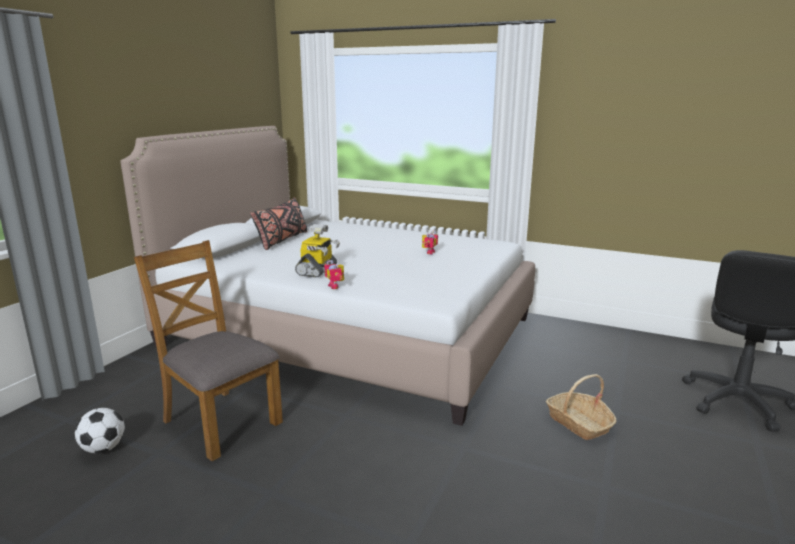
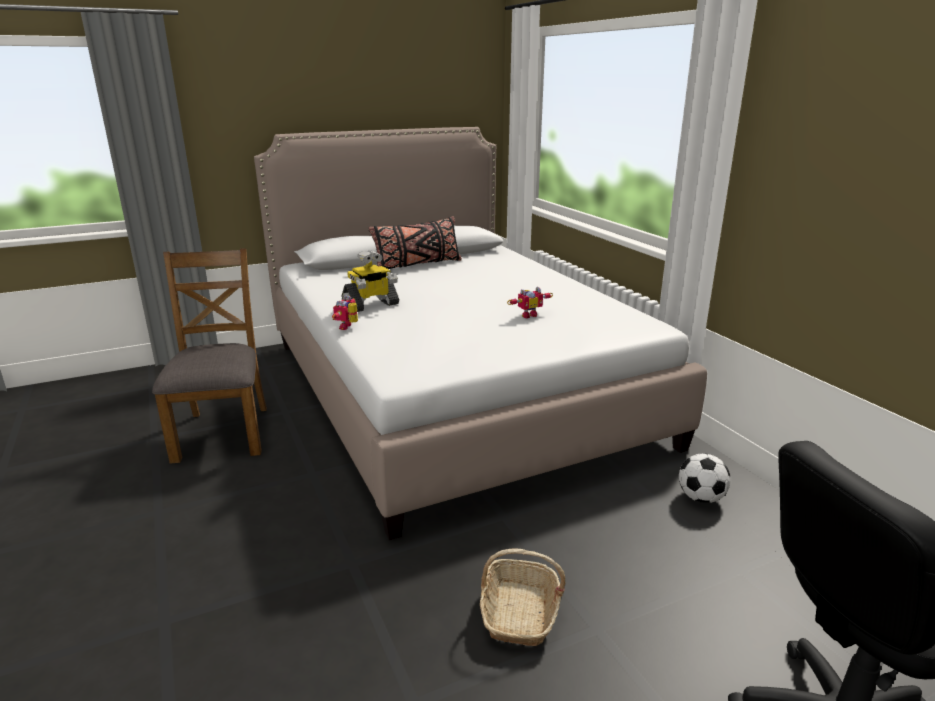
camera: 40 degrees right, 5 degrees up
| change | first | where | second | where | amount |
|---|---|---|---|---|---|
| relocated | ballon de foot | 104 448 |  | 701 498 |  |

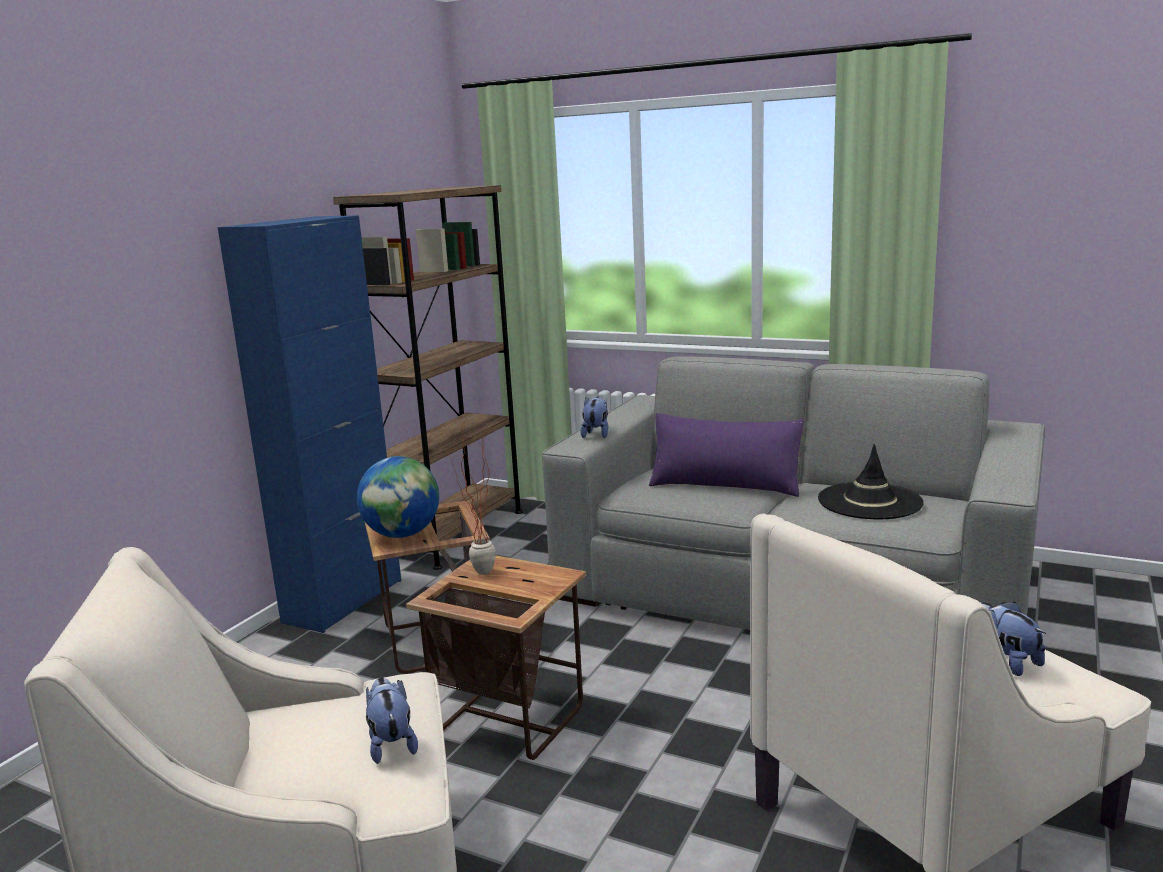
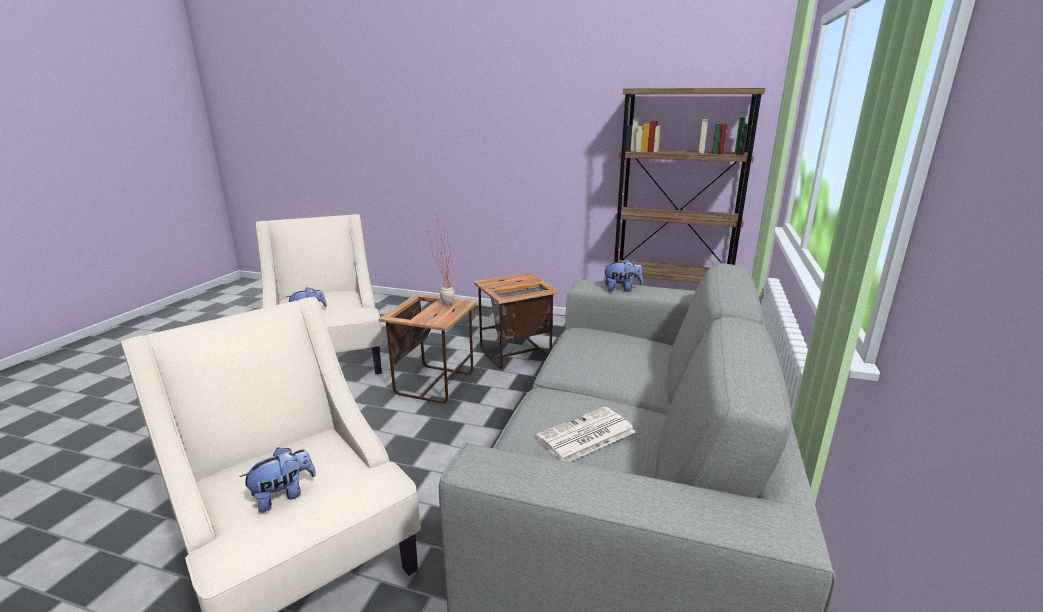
camera: 80 degrees right, 5 degrees up
| change | first | where | second | where | amount |
|---|---|---|---|---|---|
| exchanged | chapeau [noir] | 869 501 | journal | 585 435 |  |
| missing | meuble de rangement [bleu] | 343 601 |  |  |  |
| missing | globe | 402 534 |  |  |  |
| missing | coussin [violet] | 725 485 |  |  |  |

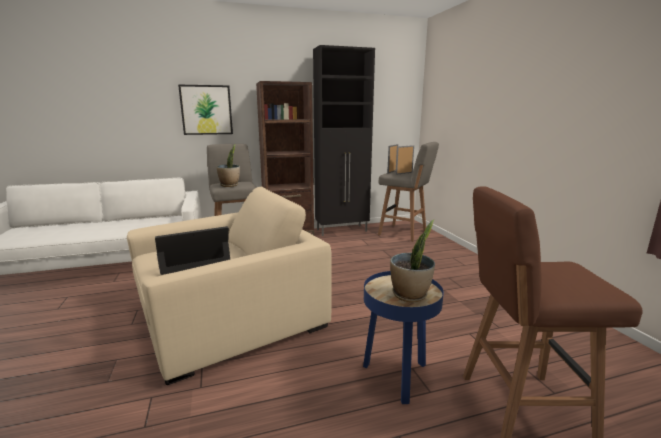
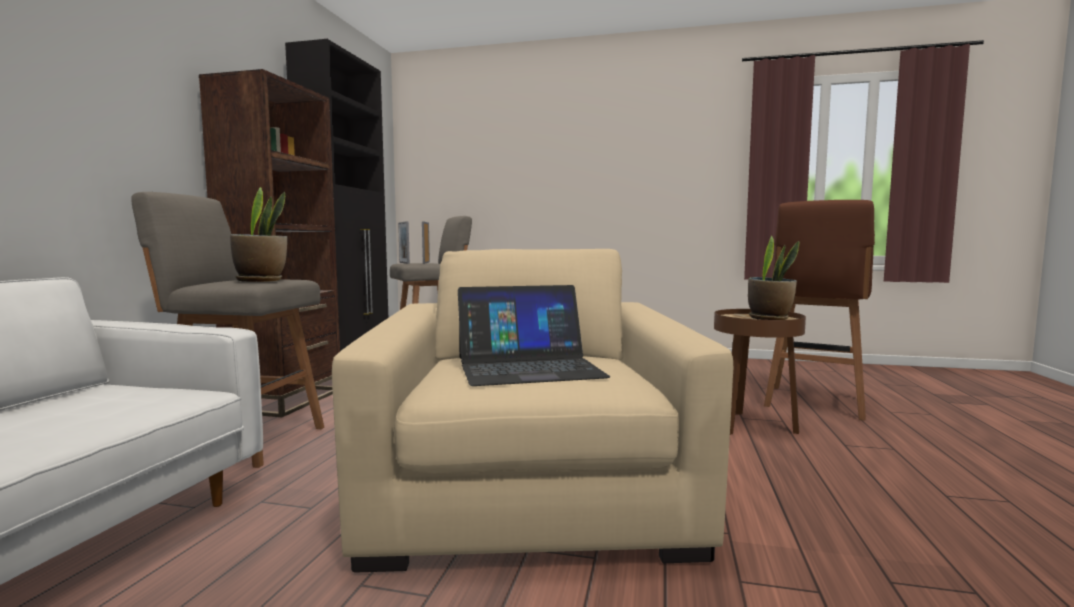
camera: 60 degrees left, 10 degrees down
| change | first | where | second | where | amount |
|---|---|---|---|---|---|
| spun | ordinateur portable | 193 258 |  | 528 367 | 105 degrees counterclockwise |
| colour | table d'appoint [bleu] | 397 376 | table d'appoint [marron] | 753 426 |  |
| missing | tableau | 206 110 |  |  |  |

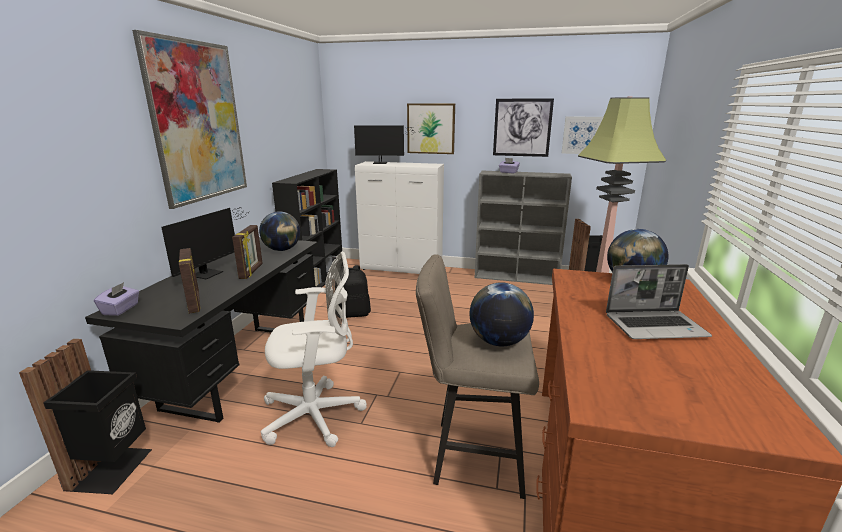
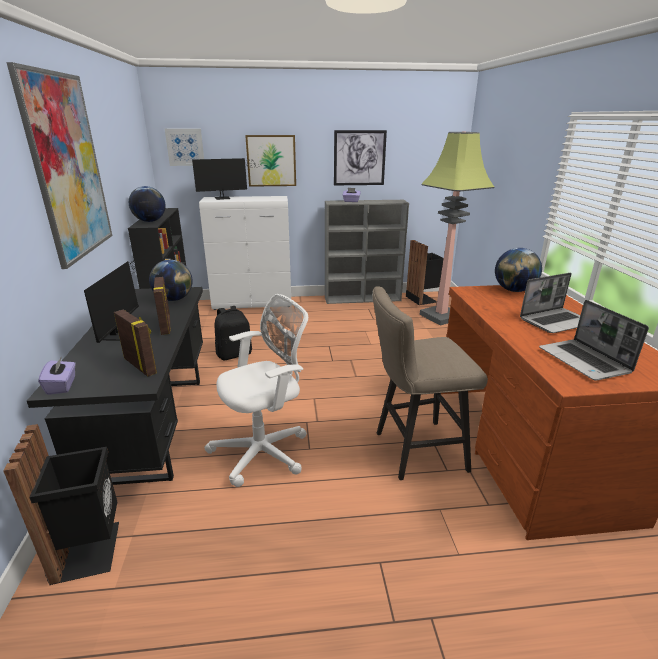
camera: 20 degrees left, 5 degrees up
| change | first | where | second | where | amount |
|---|---|---|---|---|---|
| relocated | globe | 499 342 |  | 150 221 |  |
| relocated | tableau | 582 135 |  | 185 147 |  |
| appeared |  |  | ordinateur portable | 585 361 |  |

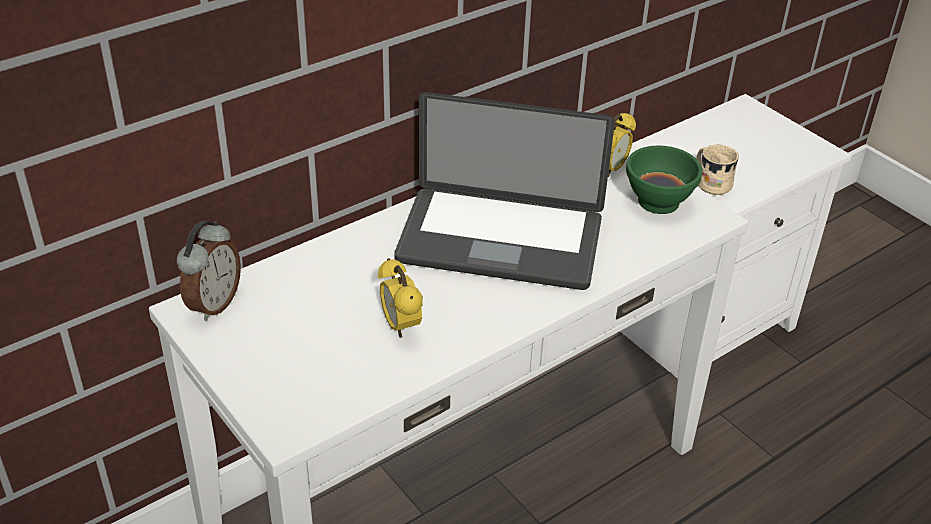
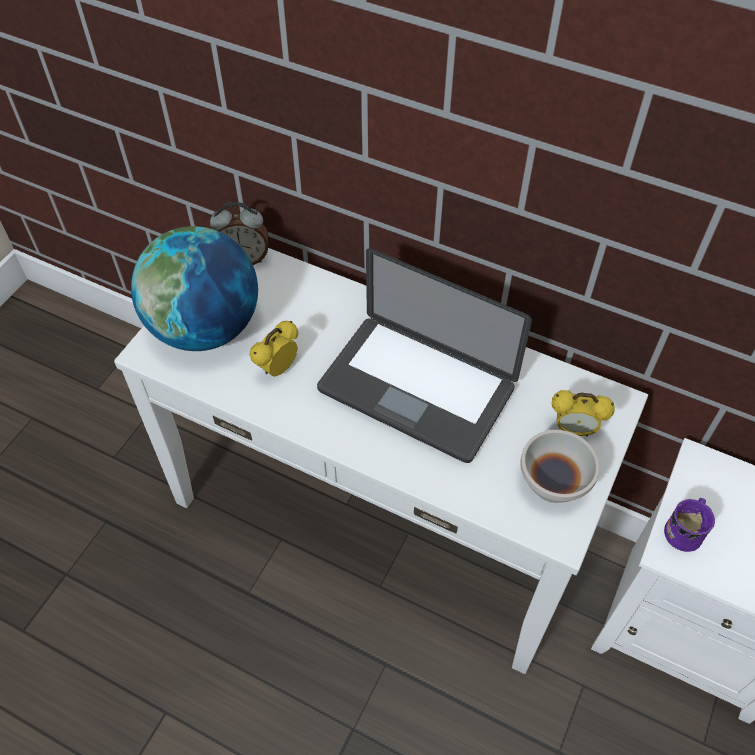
camera: 65 degrees right, 15 degrees up
| change | first | where | second | where | amount |
|---|---|---|---|---|---|
| appeared |  |  | globe | 205 328 |  |
| spun | ordinateur portable | 500 241 |  | 416 389 | 45 degrees counterclockwise |
| colour | bol [vert] | 658 201 | bol [blanc] | 554 484 |  |
| colour | mug [beige] | 710 183 | mug [violet] | 685 530 |  |

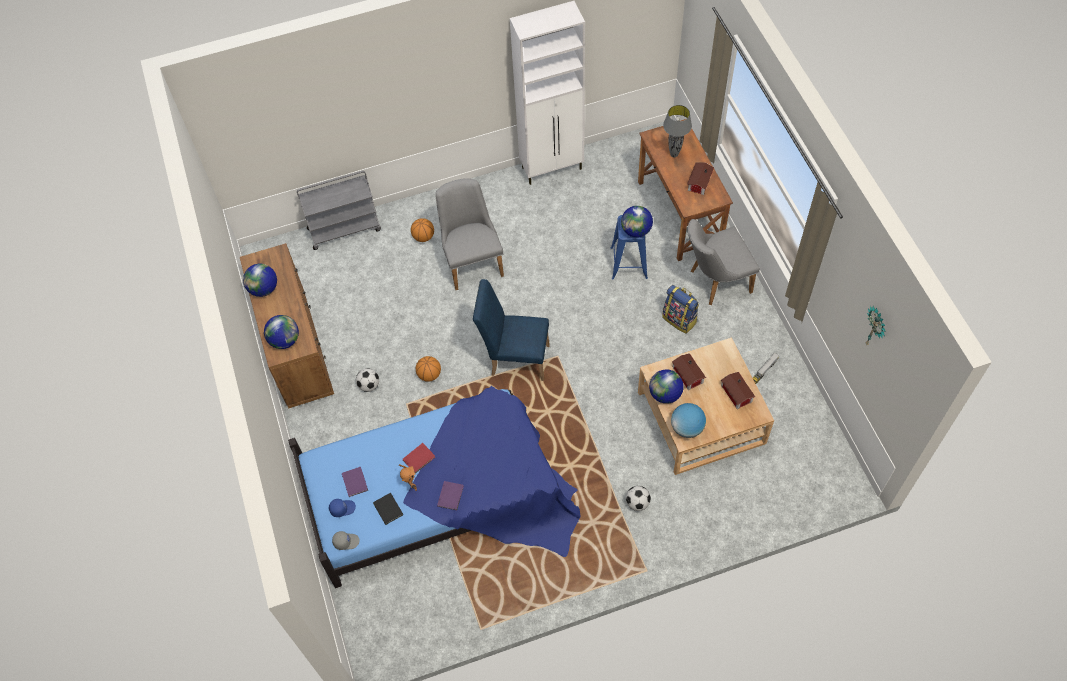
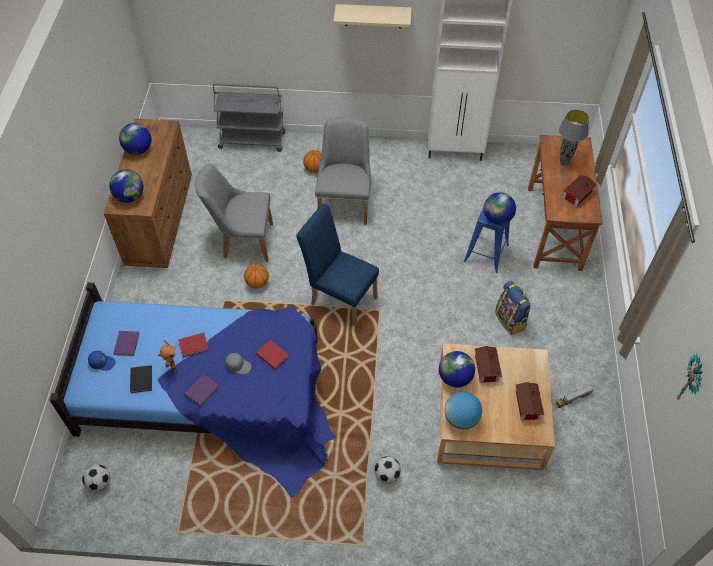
camera: 20 degrees right, 5 degrees down
| change | first | where | second | where | amount |
|---|---|---|---|---|---|
| relocated | ballon de foot | 369 385 |  | 99 483 |  |
| relocated | chaise [gris] | 714 282 |  | 242 241 |  |
| relocated | casquette [gris] | 346 541 |  | 238 365 |  |
| appeared |  |  | livre [rouge] | 272 354 |  |
| appeared |  |  | étagère [beige] | 373 16 |  |

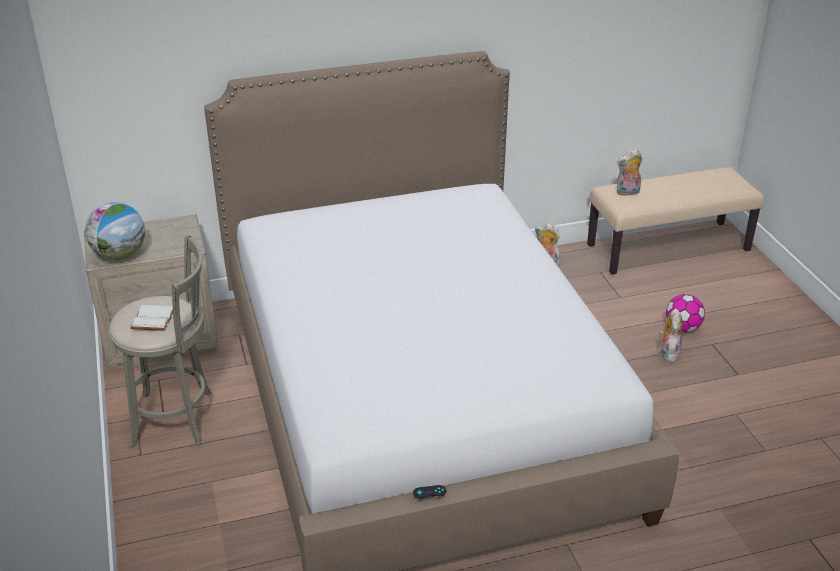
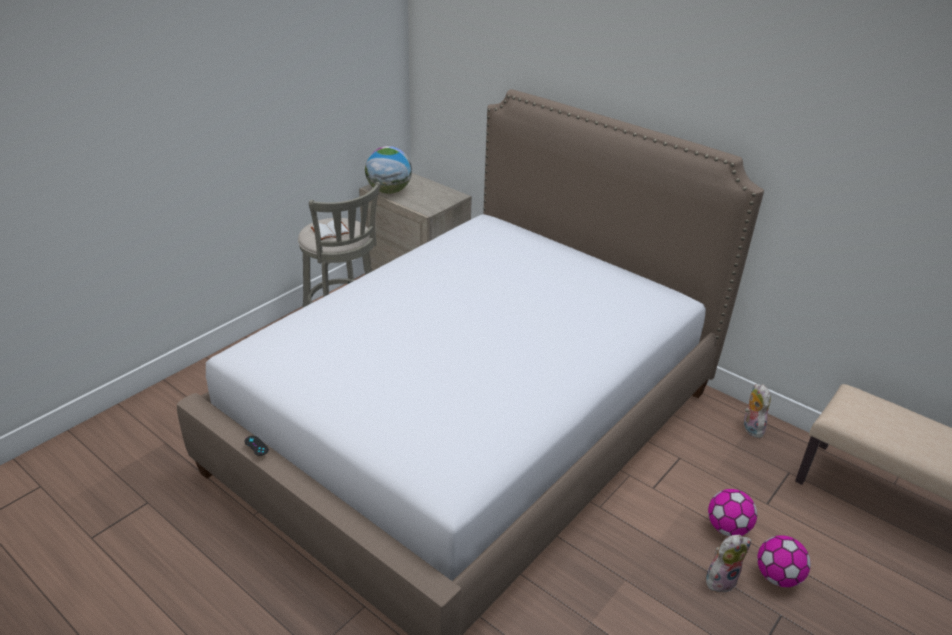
camera: 55 degrees right, 0 degrees up
| change | first | where | second | where | amount |
|---|---|---|---|---|---|
| appeared |  |  | ballon de foot | 727 528 |  |
| missing | peluche | 627 193 |  |  |  |

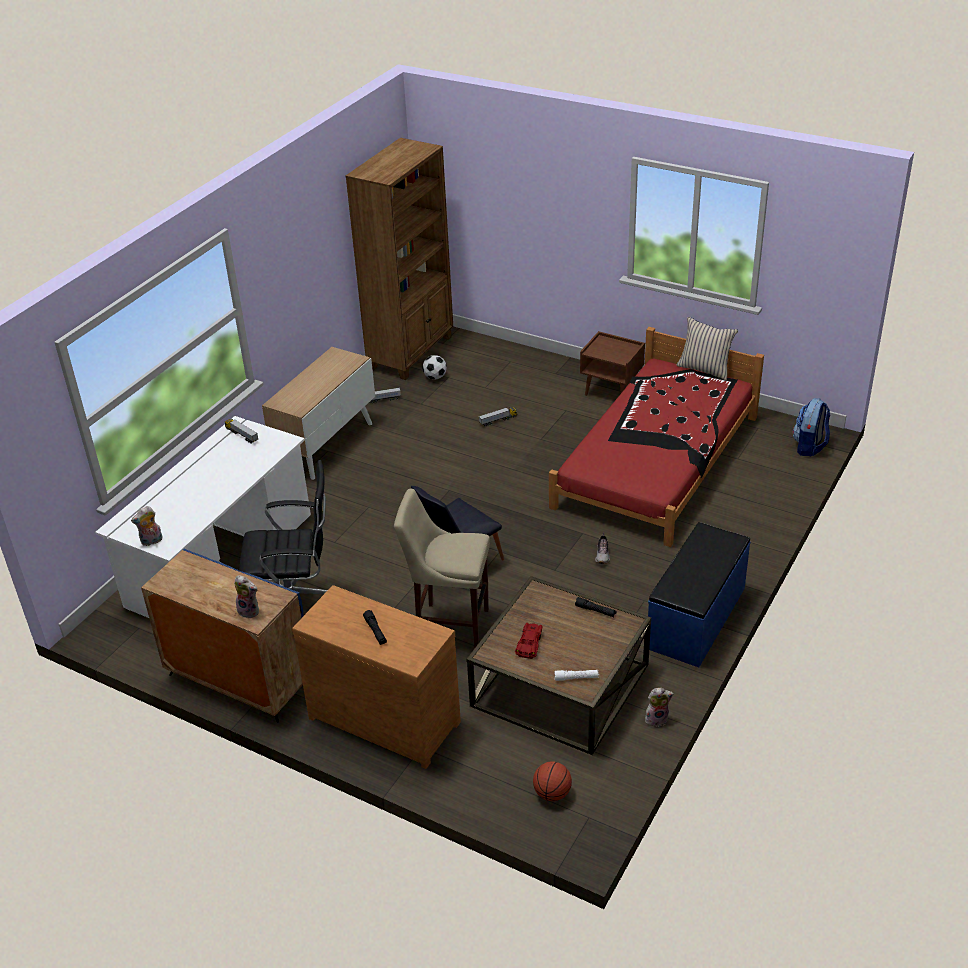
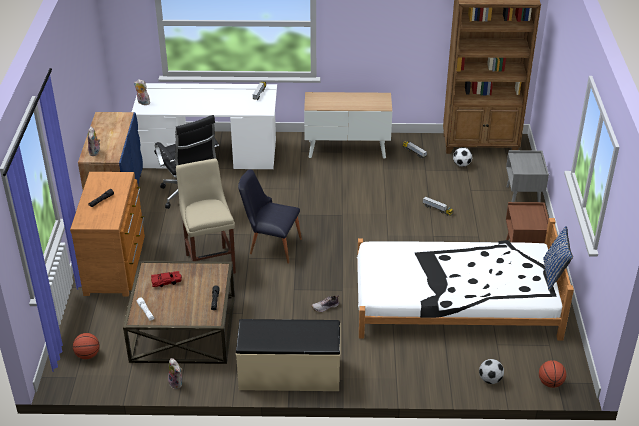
camera: 60 degrees right, 0 degrees up
| change | first | where | second | where | amount |
|---|---|---|---|---|---|
| colour | banc [bleu] | 697 618 | banc [beige] | 289 374 |  |
| colour | lit [rouge] | 657 461 | lit [blanc] | 455 301 |  |
| appeared |  |  | ballon de foot | 490 380 |  |
| appeared |  |  | table de chevet [gris] | 523 197 |  |
| exchanged | sac à dos | 809 447 | ballon de basket | 550 383 |  |
| colour | coussin [beige] | 705 369 | coussin [bleu] | 554 274 |  |

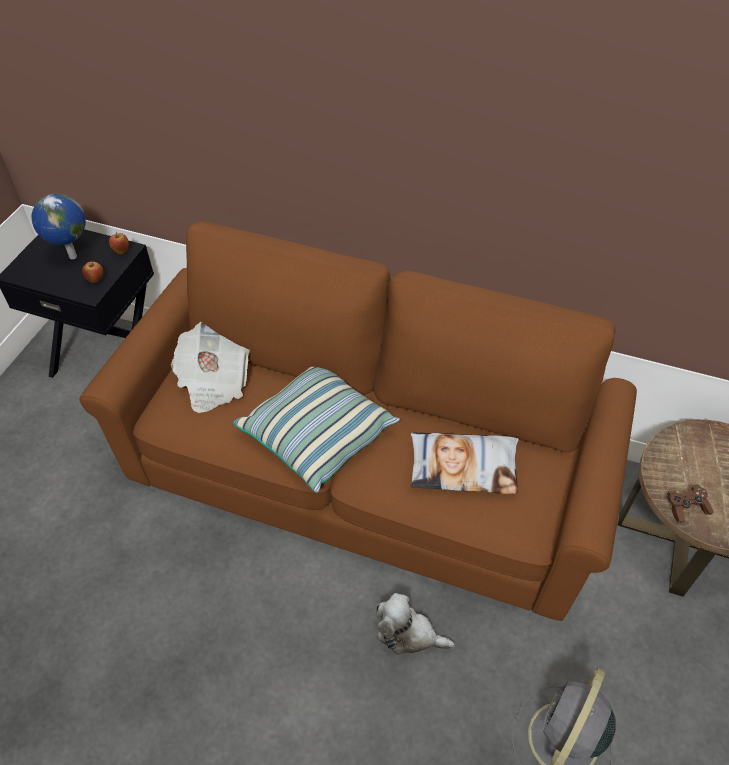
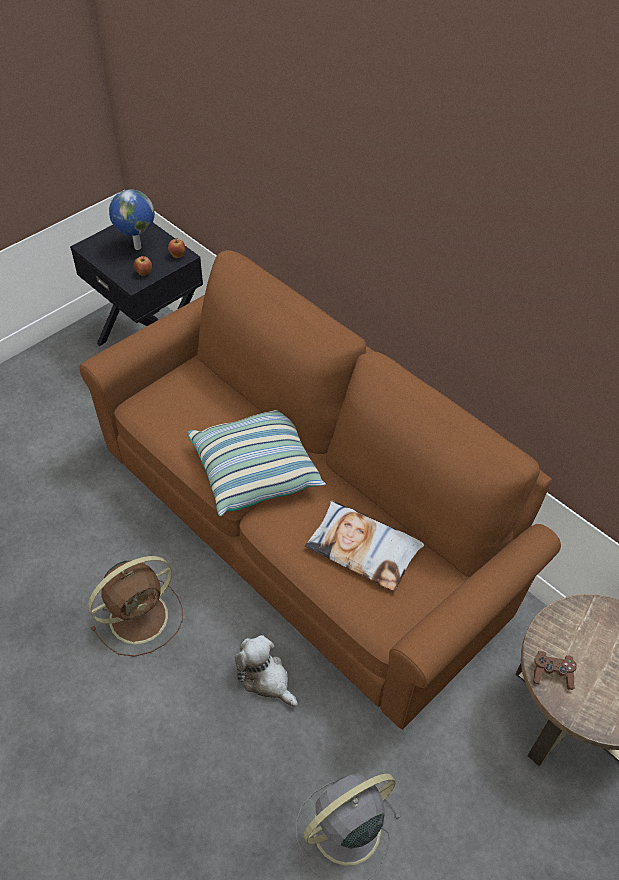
camera: 25 degrees right, 0 degrees up
| change | first | where | second | where | amount |
|---|---|---|---|---|---|
| appeared |  |  | ventilateur [marron] | 141 616 |  |
| missing | journal | 213 381 |  |  |  |

